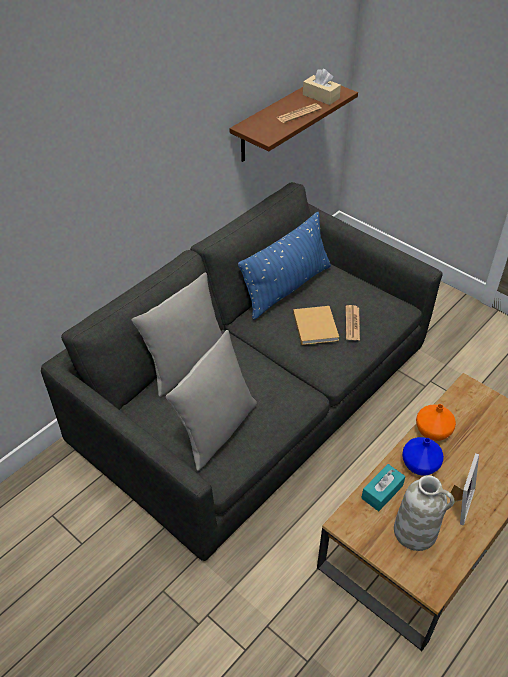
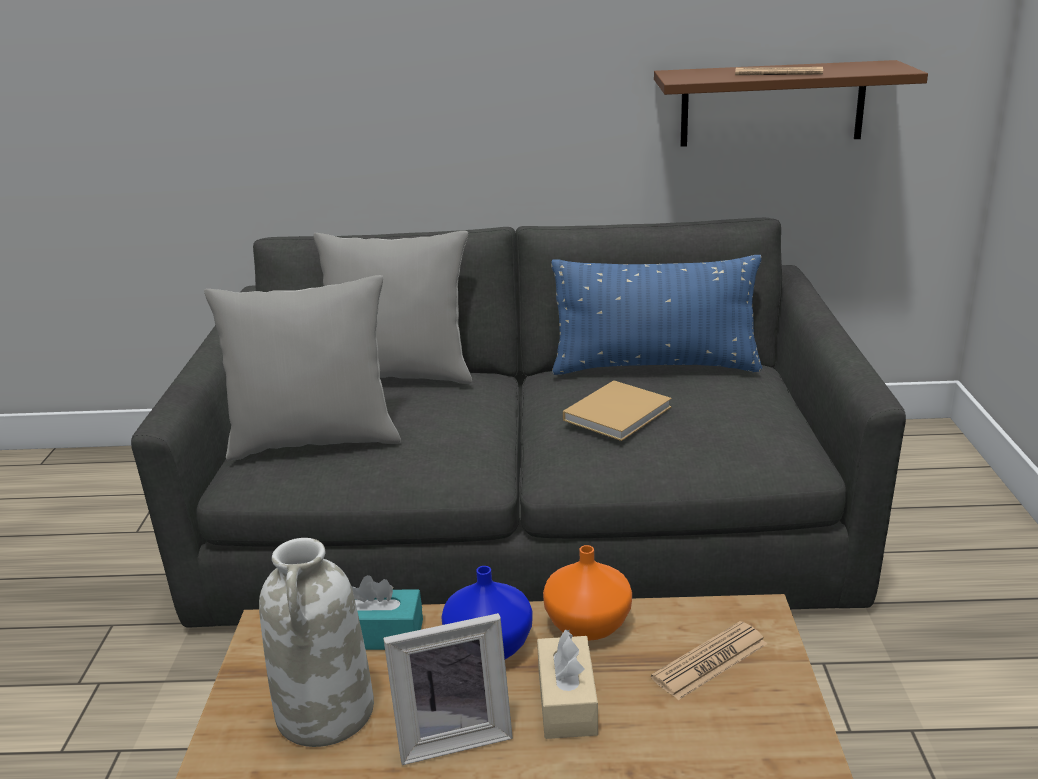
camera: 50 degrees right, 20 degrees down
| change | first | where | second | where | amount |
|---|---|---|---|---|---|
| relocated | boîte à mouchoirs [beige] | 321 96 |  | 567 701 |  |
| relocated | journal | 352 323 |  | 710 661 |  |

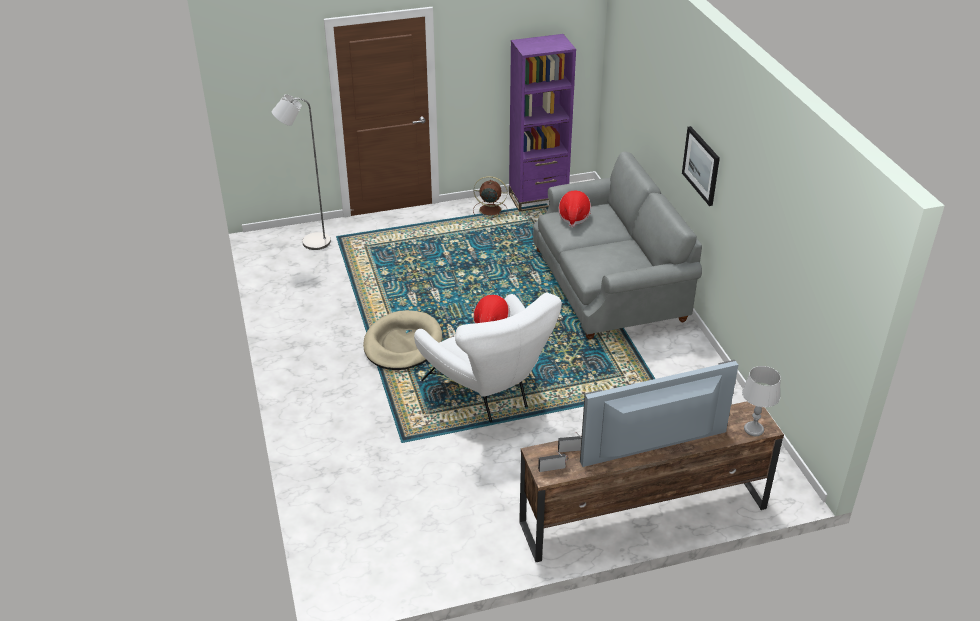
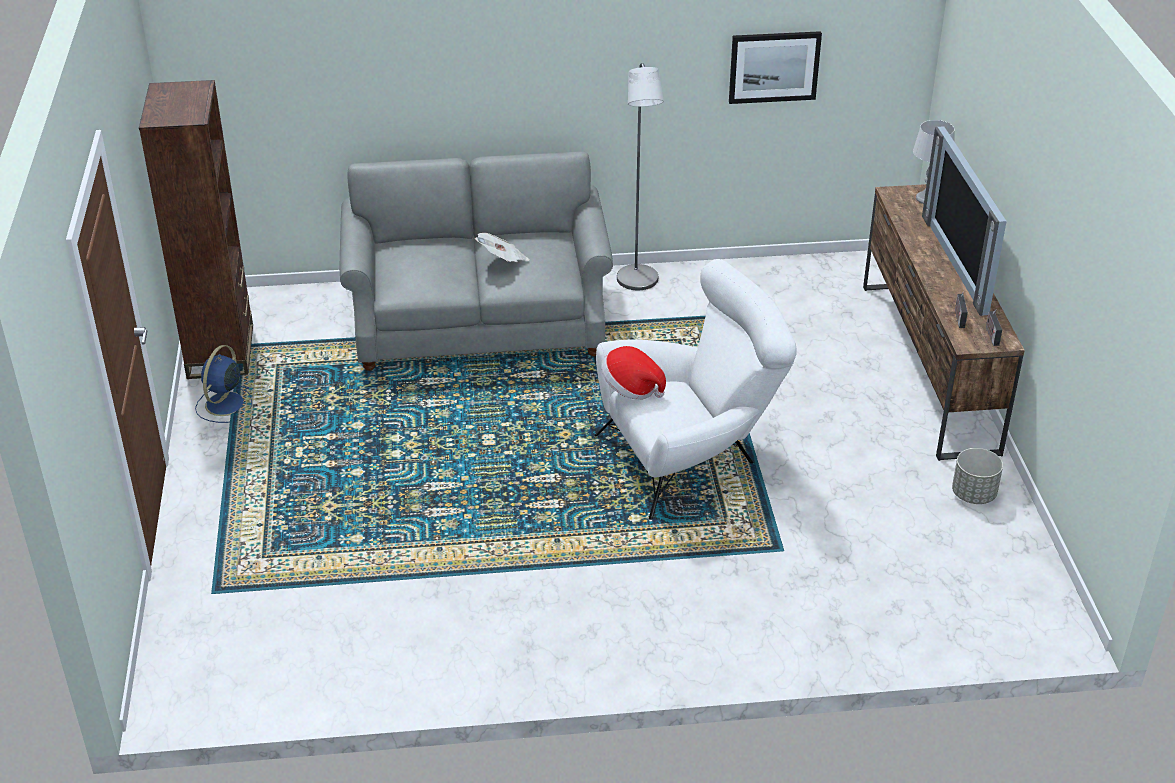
camera: 80 degrees left, 0 degrees up
| change | first | where | second | where | amount |
|---|---|---|---|---|---|
| colour | bibliothèque [violet] | 538 199 | bibliothèque [marron] | 221 351 |  |
| colour | ventilateur [marron] | 489 210 | ventilateur [bleu] | 224 405 |  |
| appeared |  |  | journal | 503 260 |  |
| relocated | lampadaire [gris] | 310 243 |  | 638 283 |  |
| relocated | tableau | 701 165 |  | 774 66 |  |
| appeared |  |  | cache-pot [gris] | 973 494 |  |
| missing | panier pour chien [beige] | 402 344 |  |  |  |
| missing | chapeau | 573 217 |  |  |  |

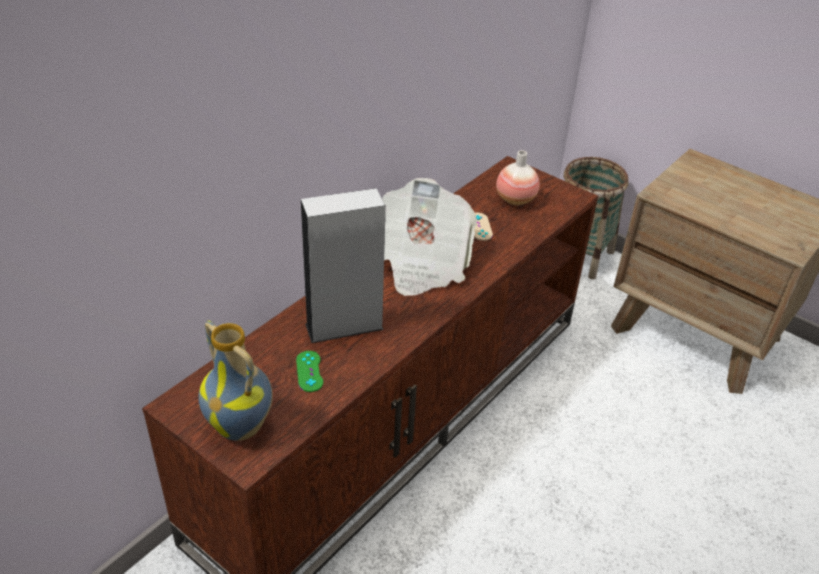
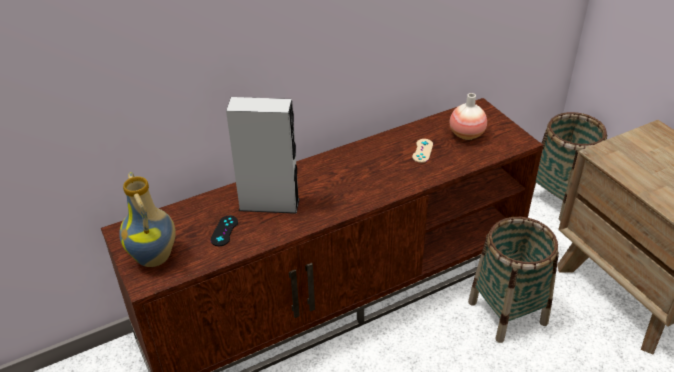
camera: 25 degrees right, 0 degrees up
| change | first | where | second | where | amount |
|---|---|---|---|---|---|
| colour | manette [vert] | 309 371 | manette [noir] | 224 231 |  |
| appeared |  |  | panier | 507 312 |  |
| missing | journal | 421 261 |  |  |  |

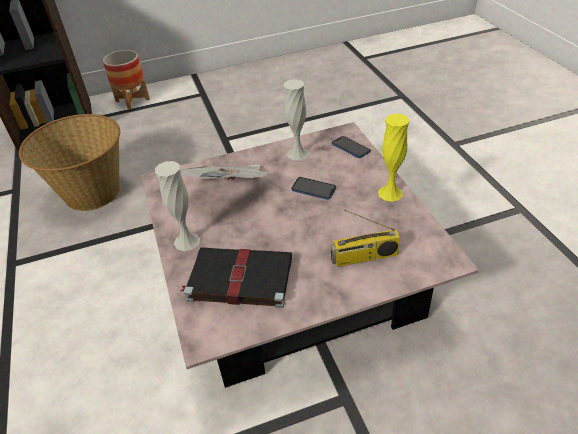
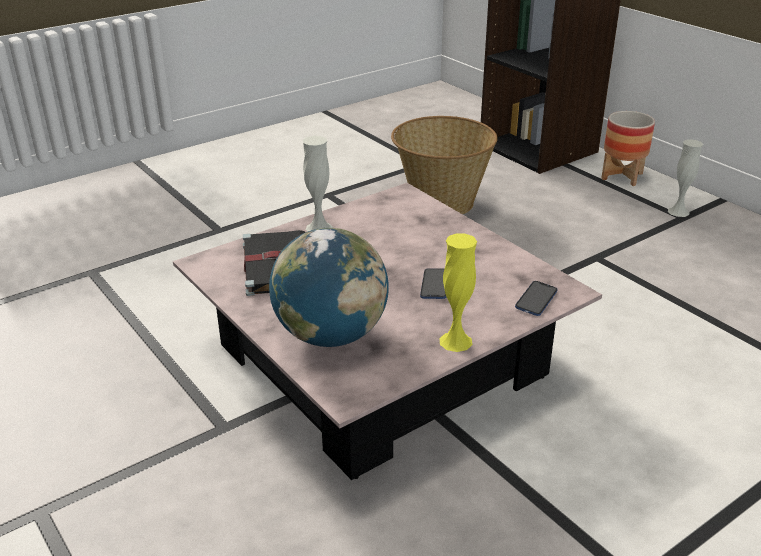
camera: 70 degrees right, 10 degrees down
| change | first | where | second | where | amount |
|---|---|---|---|---|---|
| exchanged | radio | 364 257 | globe | 331 335 |  |
| relocated | vase [blanc] | 297 154 |  | 678 211 |  |
| missing | journal | 232 189 |  |  |  |

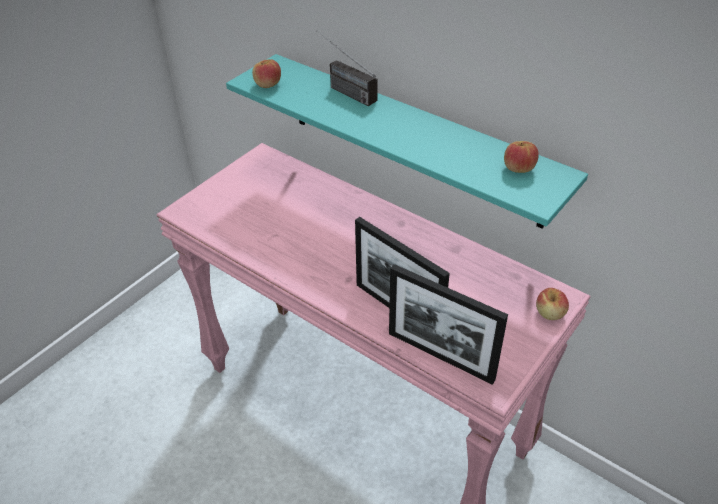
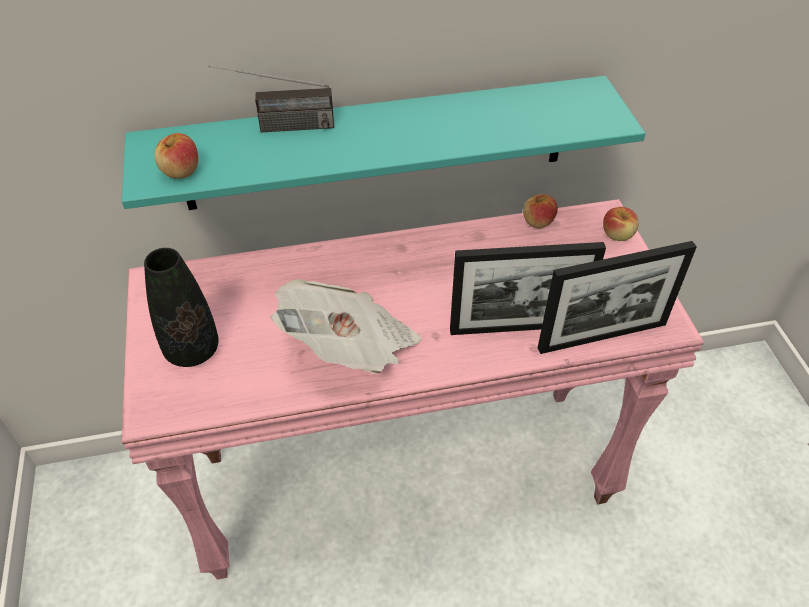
camera: 50 degrees left, 5 degrees up
| change | first | where | second | where | amount |
|---|---|---|---|---|---|
| appeared |  |  | vase [noir] | 192 351 |  |
| appeared |  |  | journal | 351 348 |  |
| relocated | pomme | 518 168 |  | 538 222 |  |

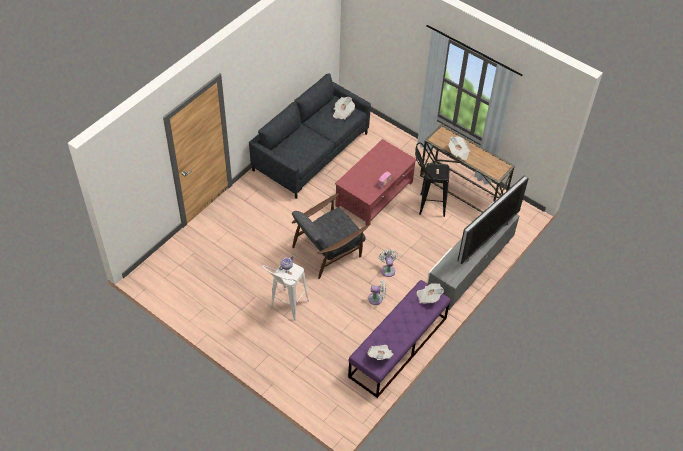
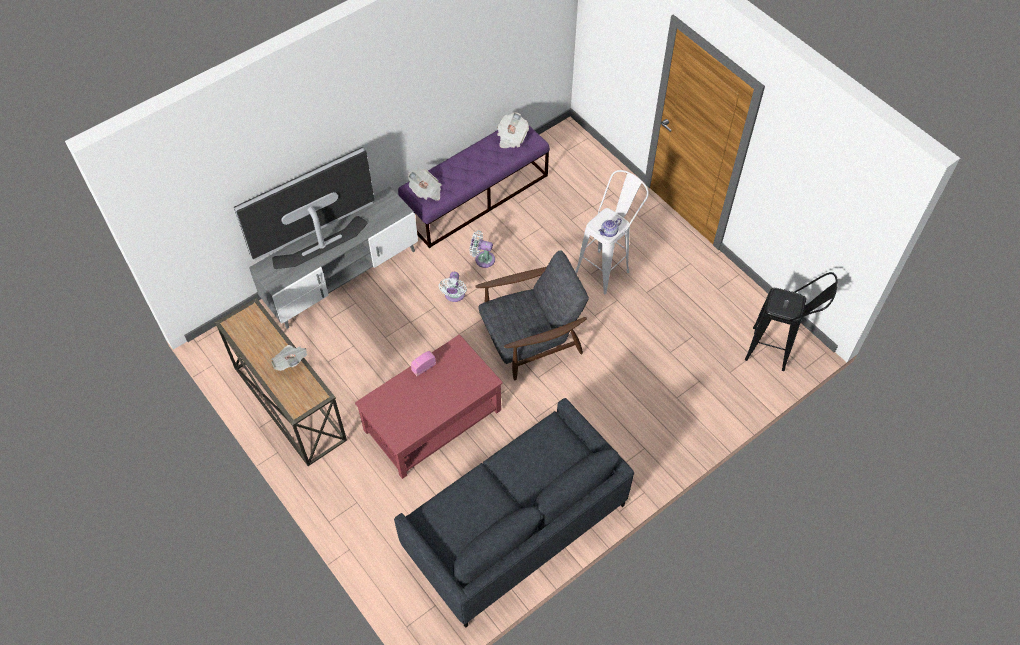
camera: 165 degrees left, 5 degrees up
| change | first | where | second | where | amount |
|---|---|---|---|---|---|
| relocated | tabouret [noir] | 426 204 |  | 777 351 |  |
| missing | journal | 342 112 |  |  |  |

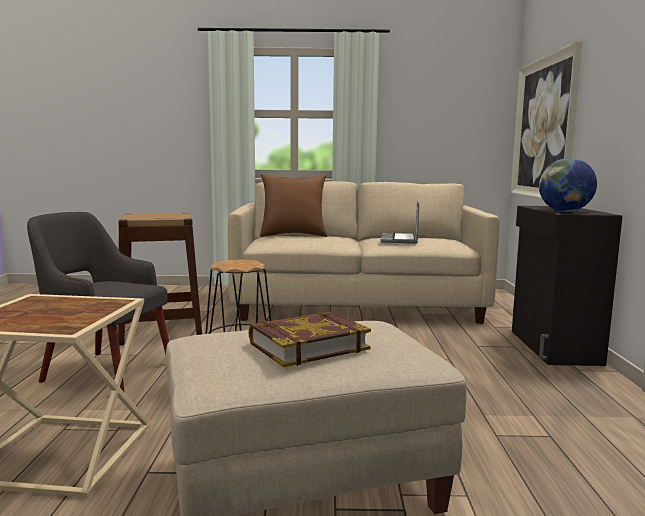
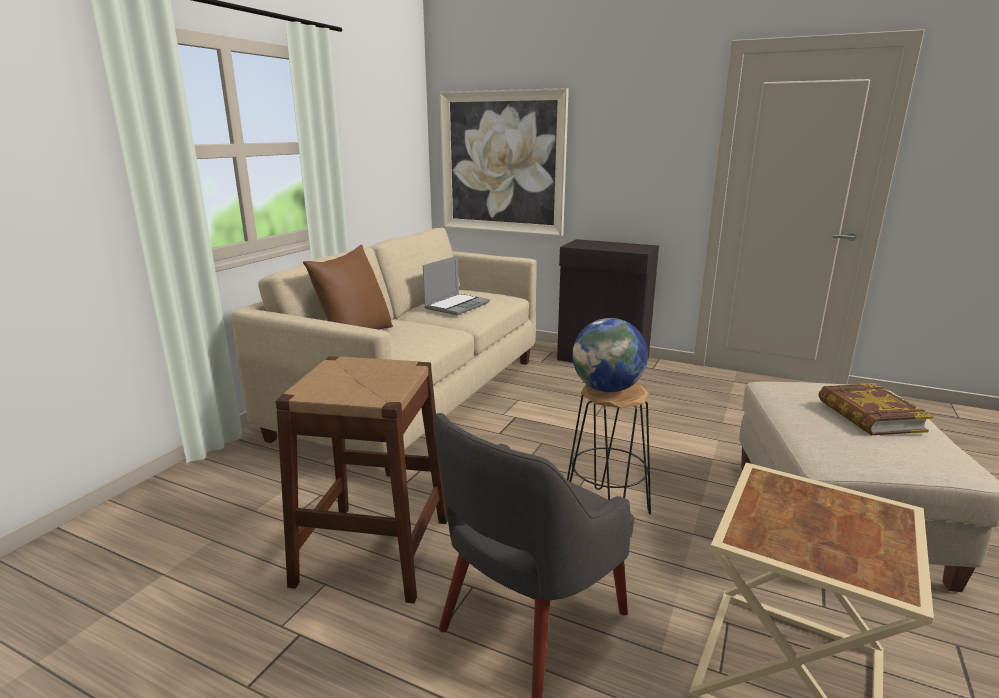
camera: 65 degrees left, 10 degrees up
| change | first | where | second | where | amount |
|---|---|---|---|---|---|
| spun | ordinateur portable | 400 240 |  | 457 305 | 90 degrees counterclockwise |
| relocated | globe | 565 211 |  | 607 389 |  |

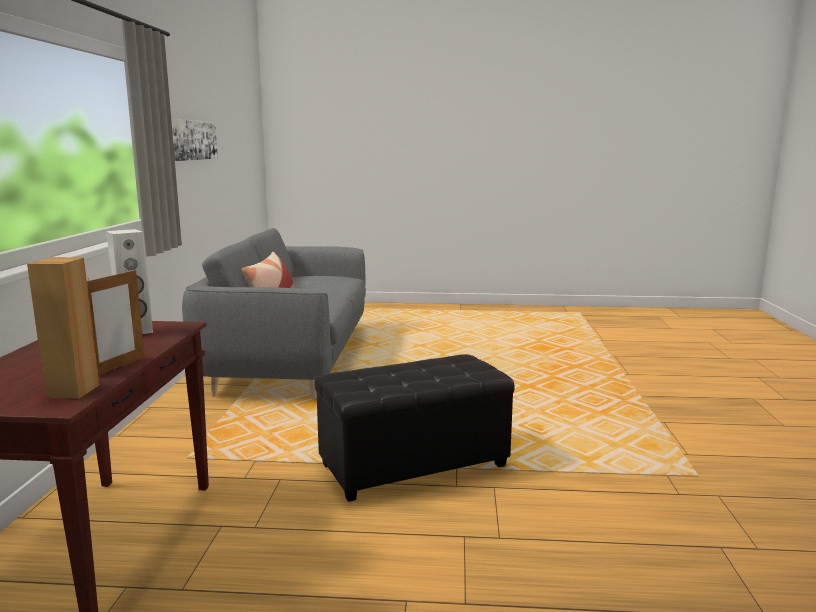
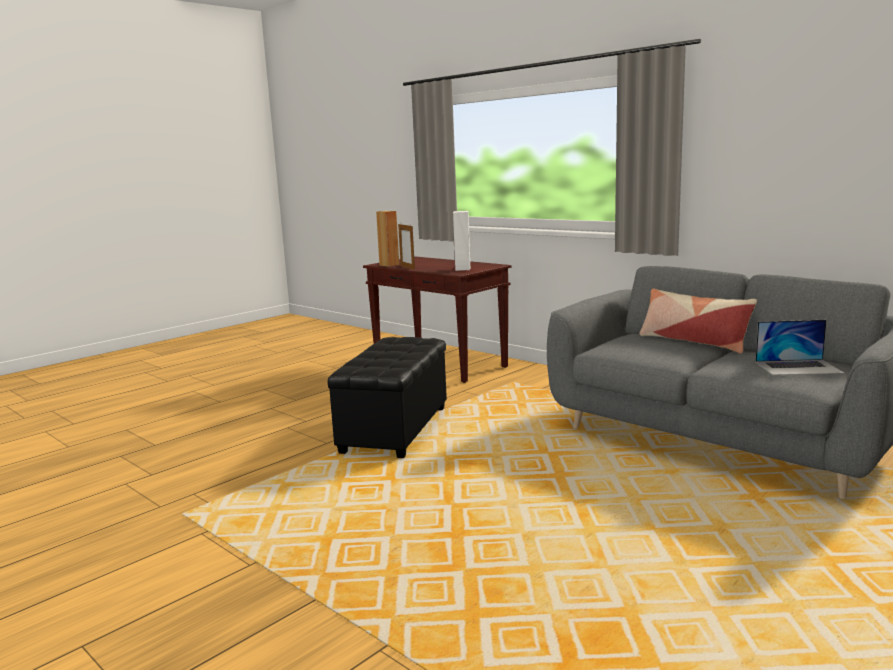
camera: 130 degrees right, 0 degrees up
| change | first | where | second | where | amount |
|---|---|---|---|---|---|
| appeared |  |  | ordinateur portable | 798 367 |  |
| missing | tableau | 190 140 |  |  |  |

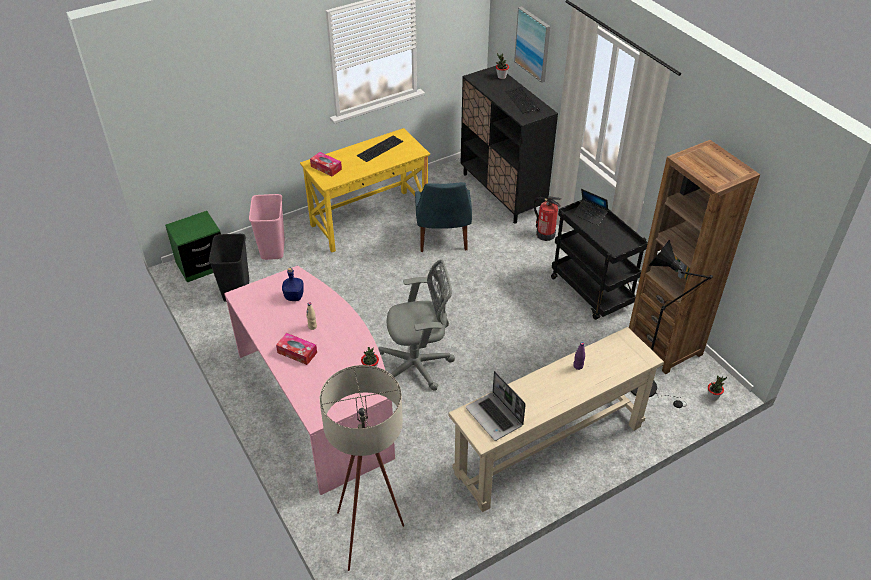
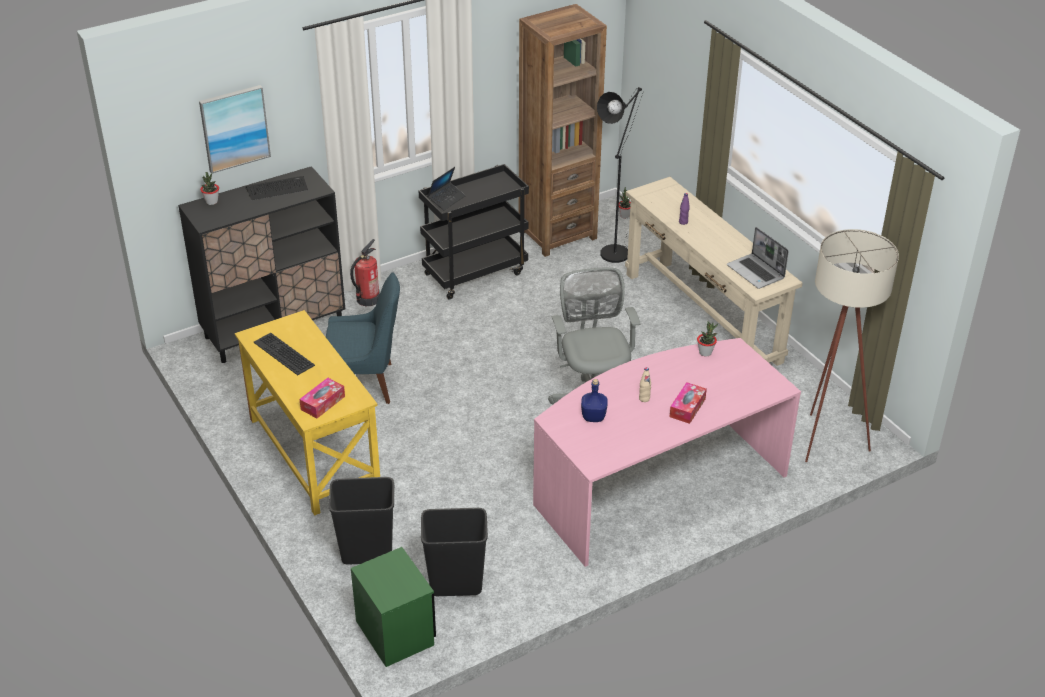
camera: 90 degrees left, 5 degrees down
| change | first | where | second | where | amount |
|---|---|---|---|---|---|
| colour | poubelle [rose] | 272 249 | poubelle [noir] | 366 553 |  |
| spun | ordinateur portable | 495 417 |  | 756 272 | 90 degrees clockwise |

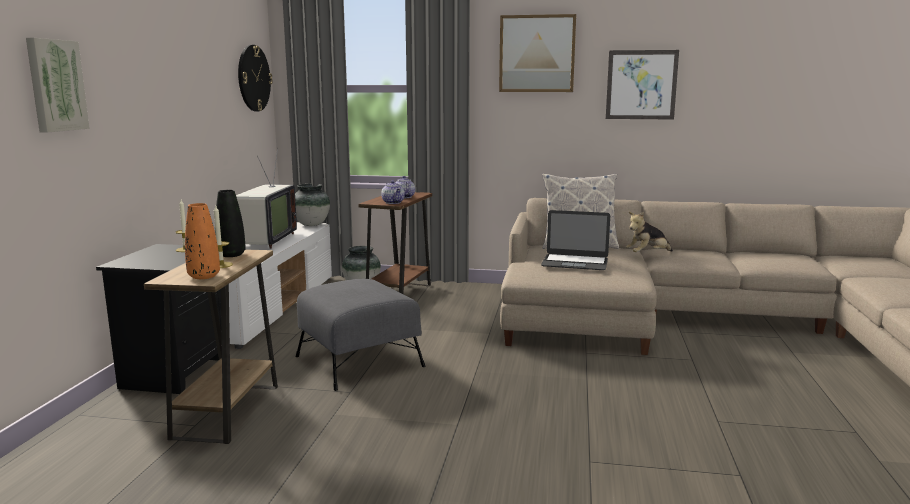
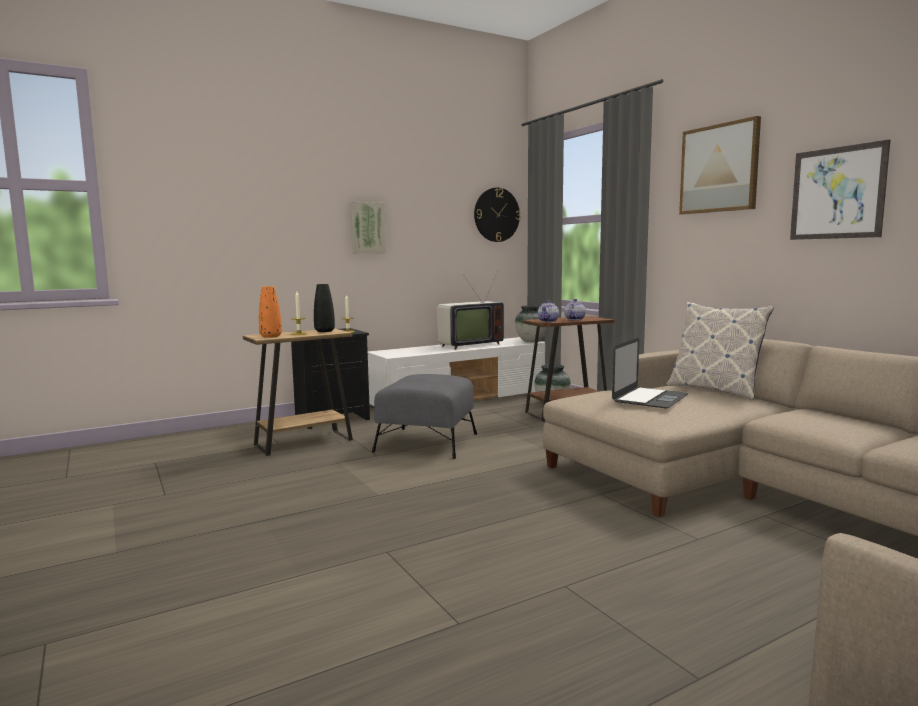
camera: 50 degrees right, 5 degrees down
| change | first | where | second | where | amount |
|---|---|---|---|---|---|
| relocated | tableau | 55 85 |  | 367 228 |  |
| spun | ordinateur portable | 575 262 |  | 650 398 | 120 degrees counterclockwise |
| missing | peluche | 647 254 |  |  |  |

